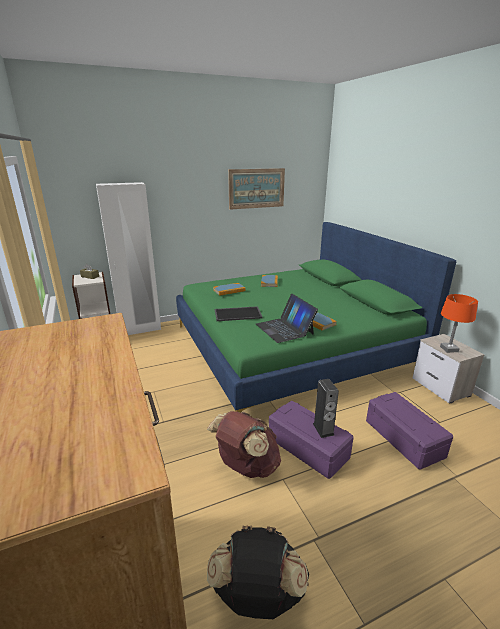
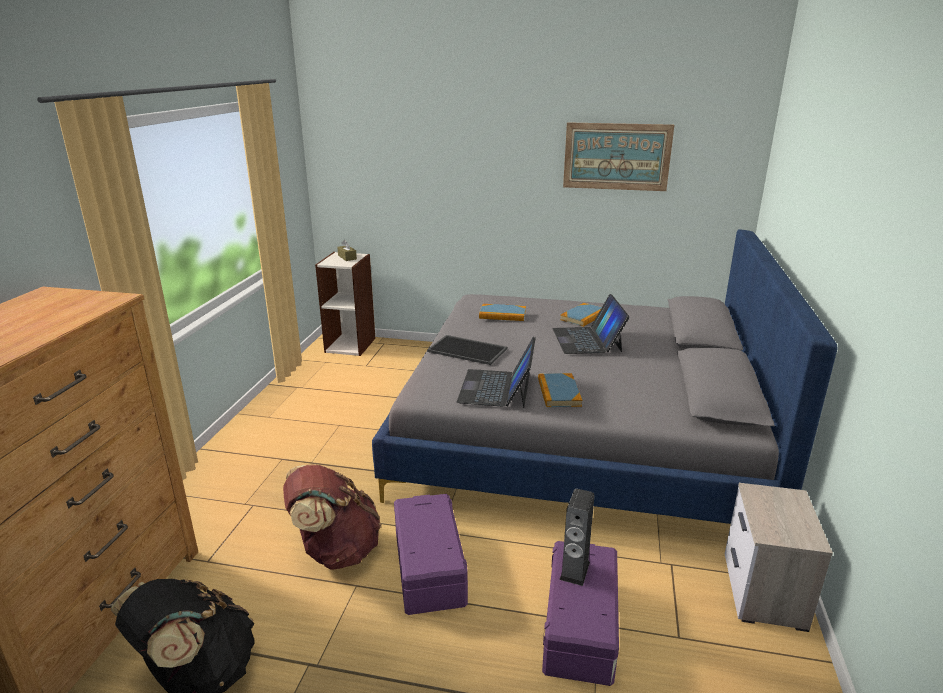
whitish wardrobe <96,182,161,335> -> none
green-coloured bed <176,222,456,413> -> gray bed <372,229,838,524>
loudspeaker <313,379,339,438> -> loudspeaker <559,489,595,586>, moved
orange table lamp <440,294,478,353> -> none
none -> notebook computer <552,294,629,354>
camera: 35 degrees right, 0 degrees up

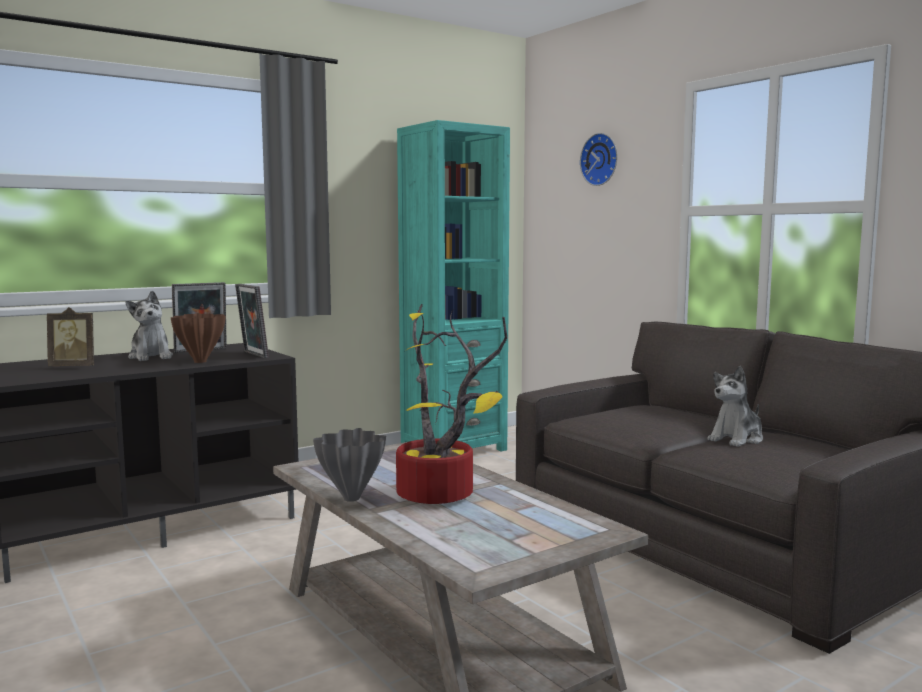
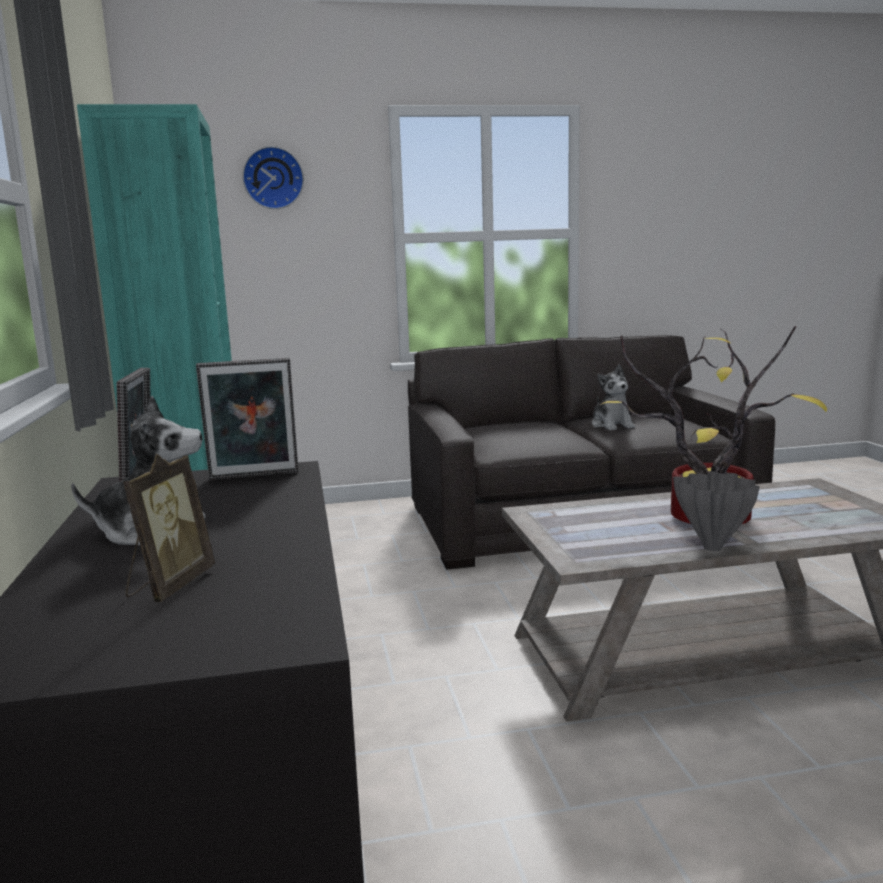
brown flower vase <171,313,226,363> -> none
camera: 65 degrees left, 5 degrees up

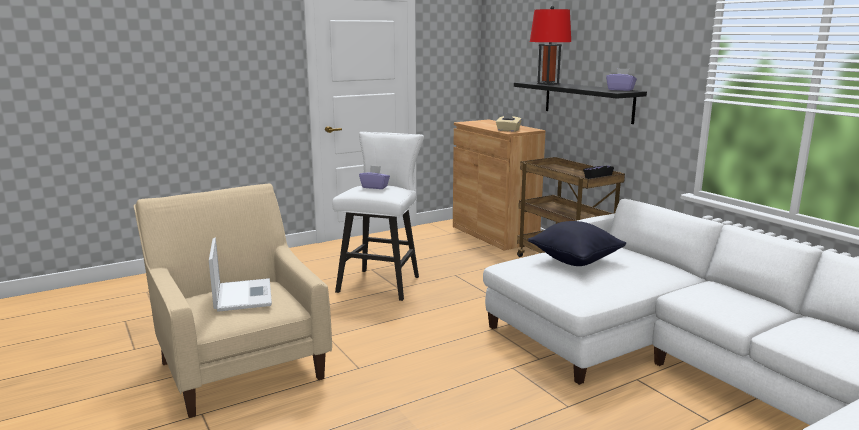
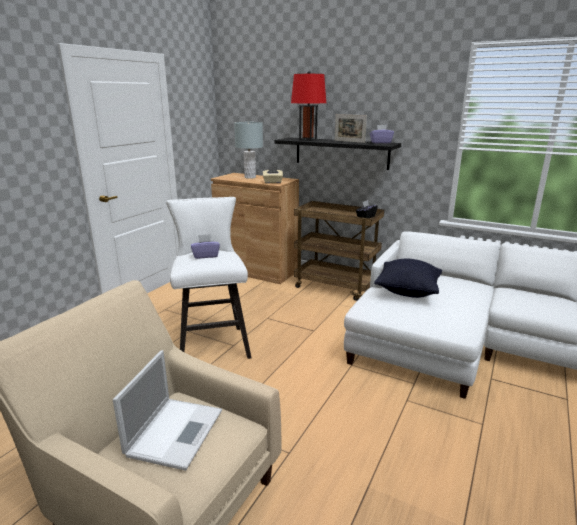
notebook computer <209,238,272,312> -> notebook computer <113,350,222,471>, 60 degrees clockwise
none -> gray table lamp <234,122,263,179>
none -> picture frame <335,114,367,143>
camera: 30 degrees left, 5 degrees up

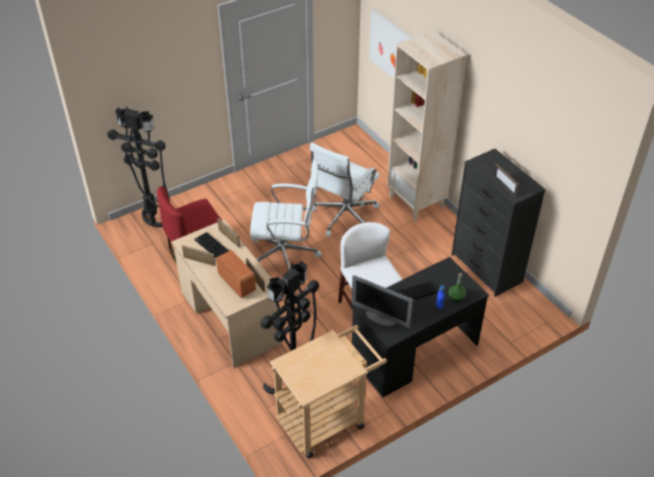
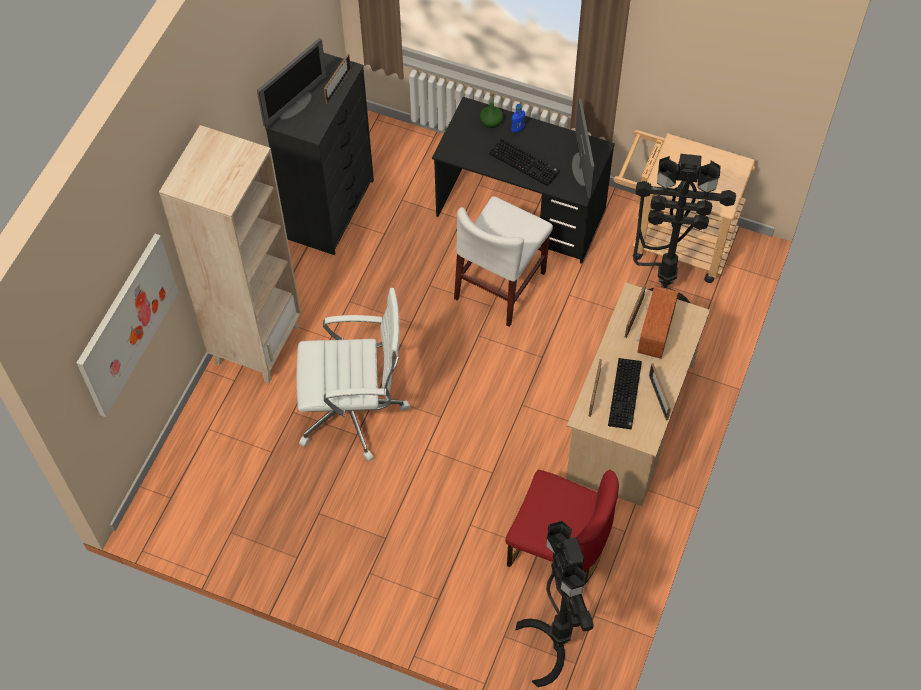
whitish computer chair <250,158,321,270> -> none
none -> monitor <257,38,327,128>
camera: 125 degrees left, 15 degrees up

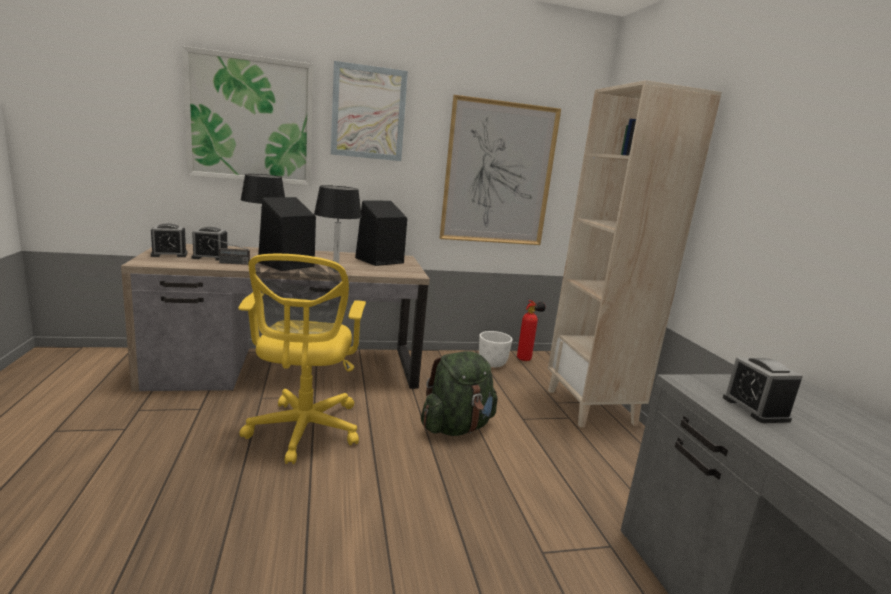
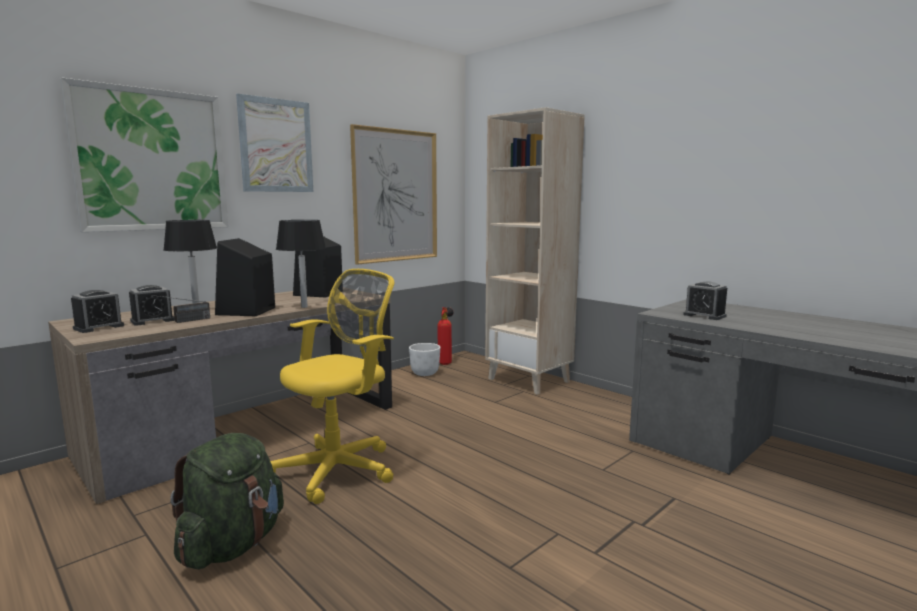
yellow computer chair <238,254,366,464> -> yellow computer chair <270,269,394,504>, 105 degrees counterclockwise
green-coloured knapsack <421,351,498,436> -> green-coloured knapsack <170,433,284,569>, moved
camera: 30 degrees left, 5 degrees down

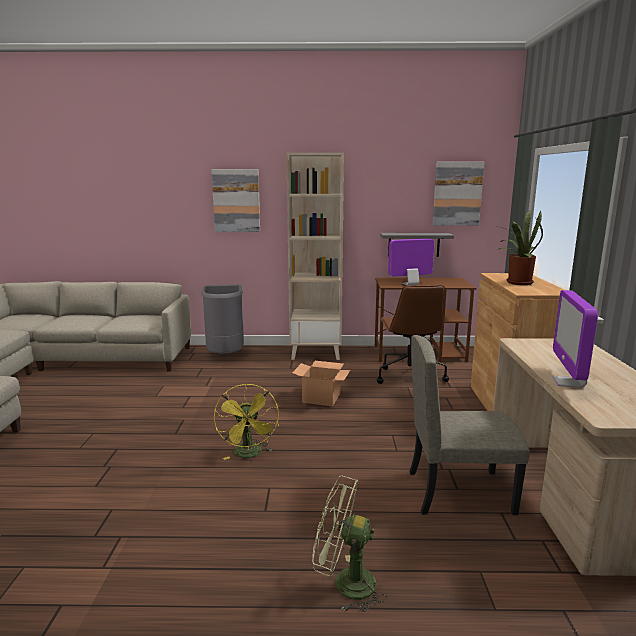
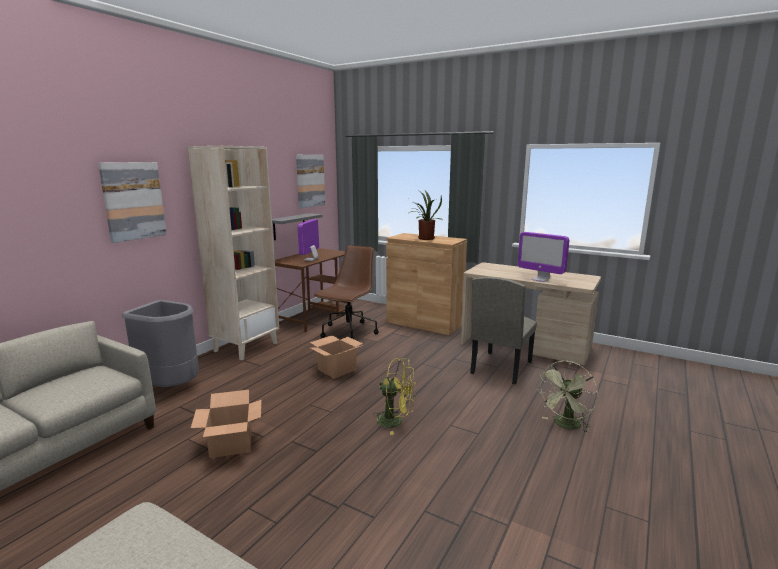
brown computer chair <377,285,449,384> -> brown computer chair <314,245,379,340>, 90 degrees counterclockwise
none -> packing box <191,390,262,458>
camera: 60 degrees left, 0 degrees up

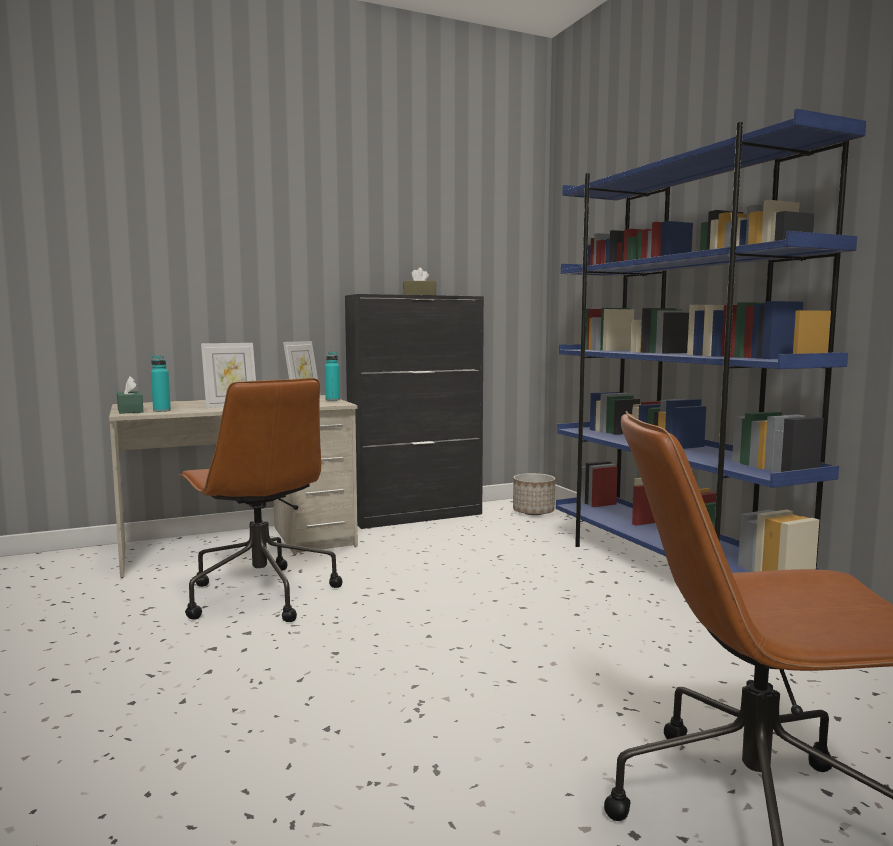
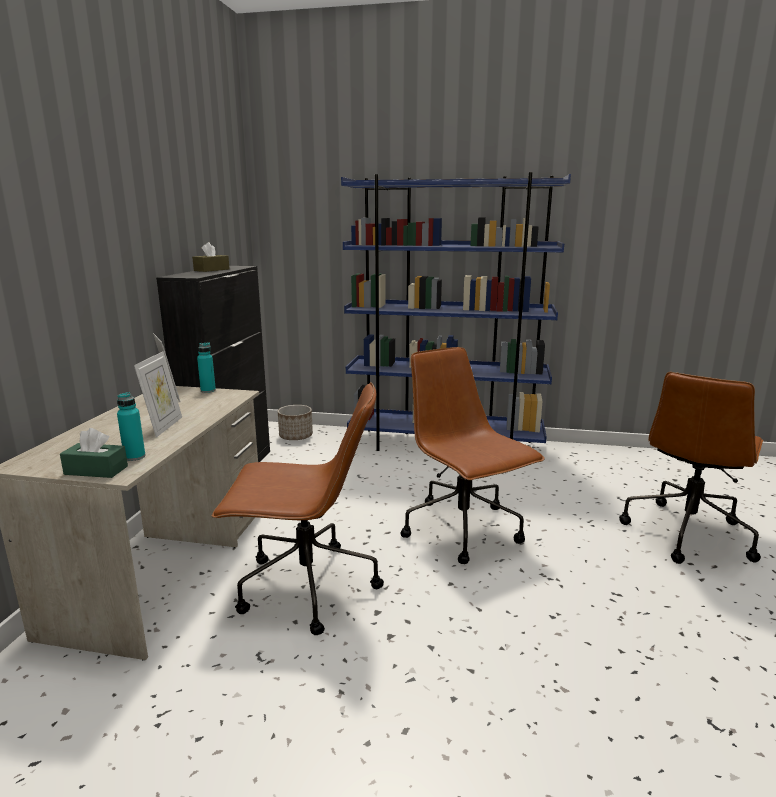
none -> brown computer chair <400,347,545,564>
camera: 55 degrees left, 10 degrees up

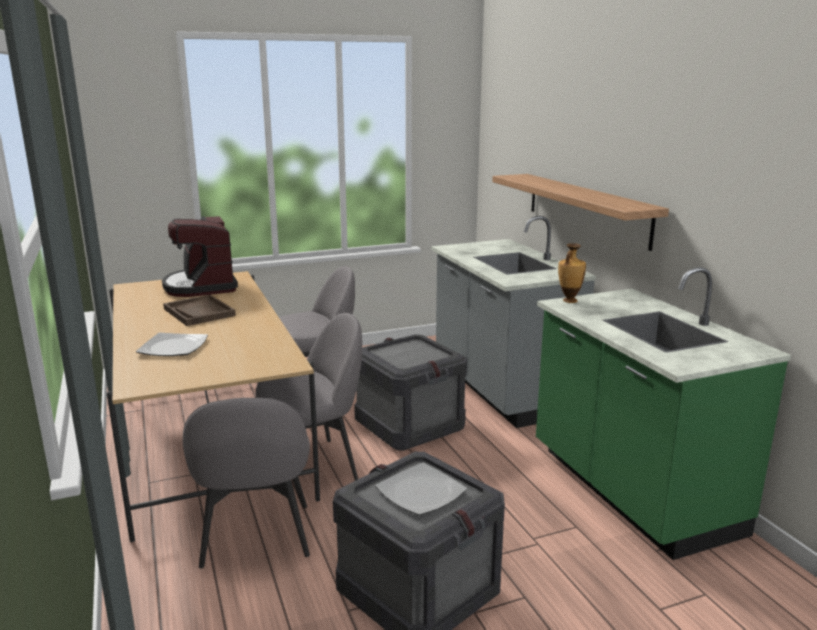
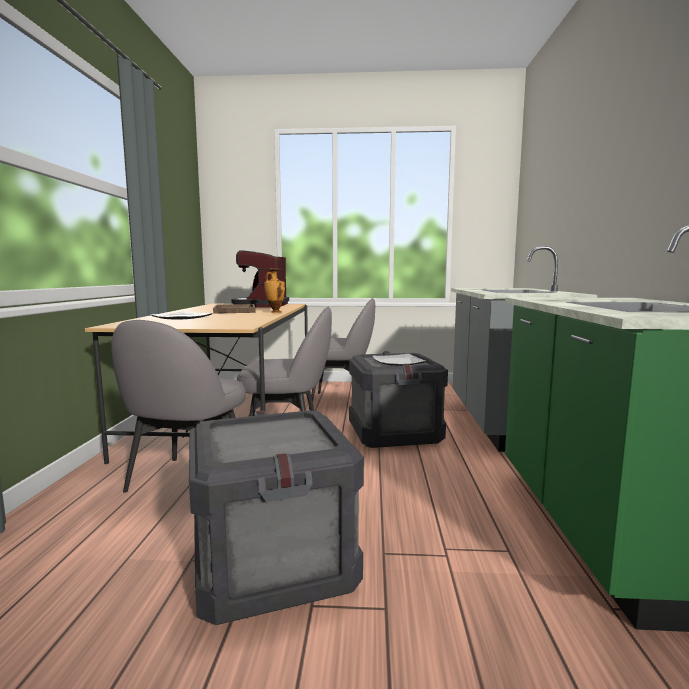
dinner plate <375,463,467,515> -> dinner plate <372,354,426,366>, moved
shelf <492,174,669,251> -> none
flower vase <558,243,586,303> -> flower vase <264,268,285,313>, moved
camera: 25 degrees right, 10 degrees down

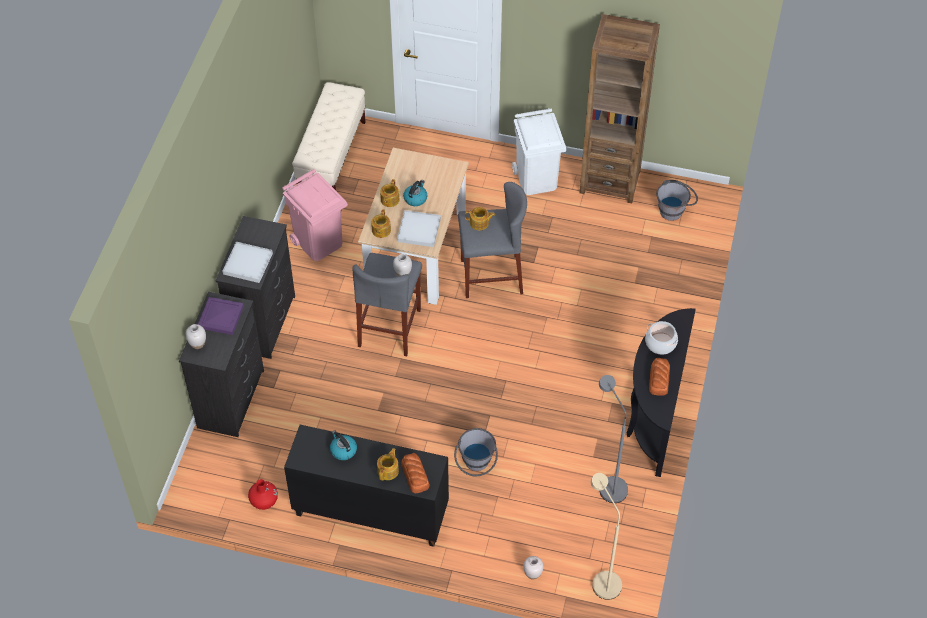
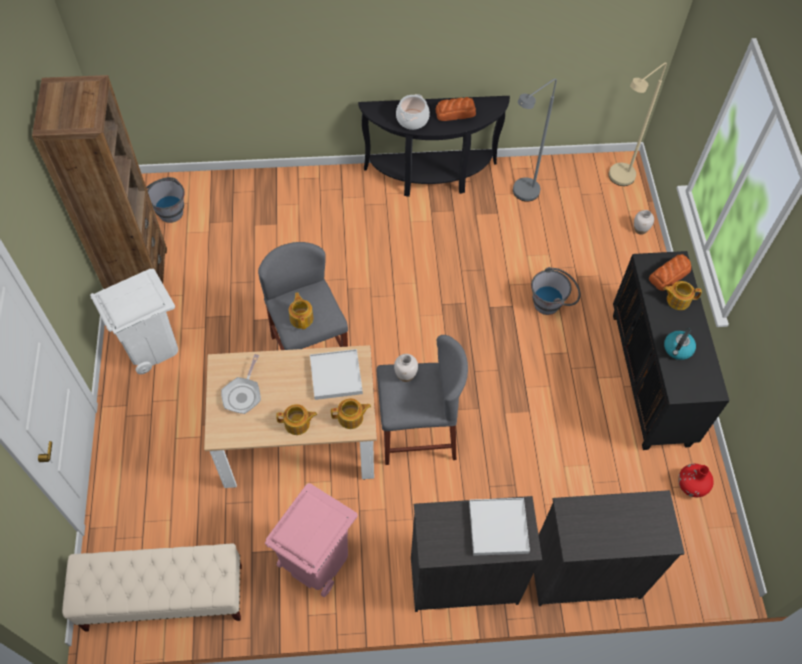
whitish flower vase <186,324,206,349> -> none
purple-coloured tray <198,297,244,335> -> none
kettle <403,180,427,206> -> none
none -> skillet <221,354,261,414>
camera: 110 degrees left, 5 degrees up

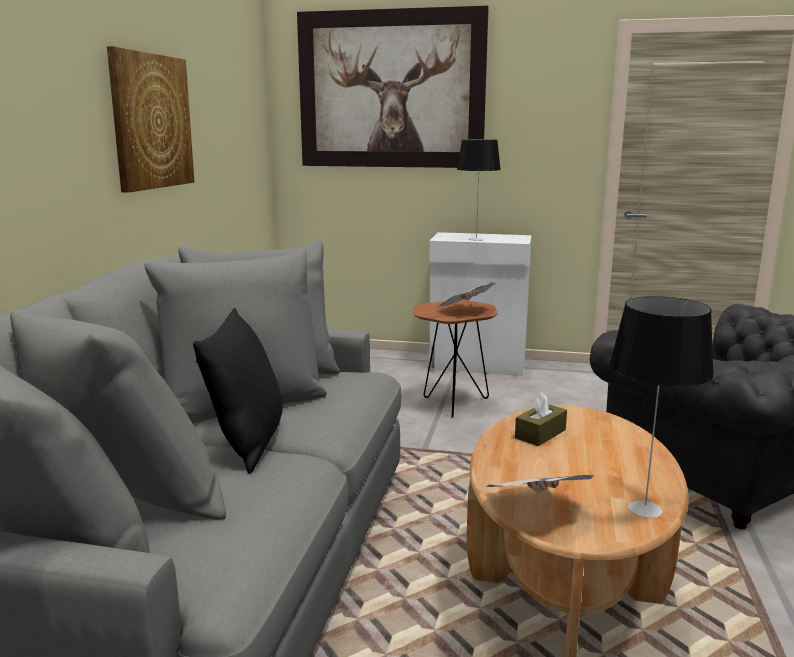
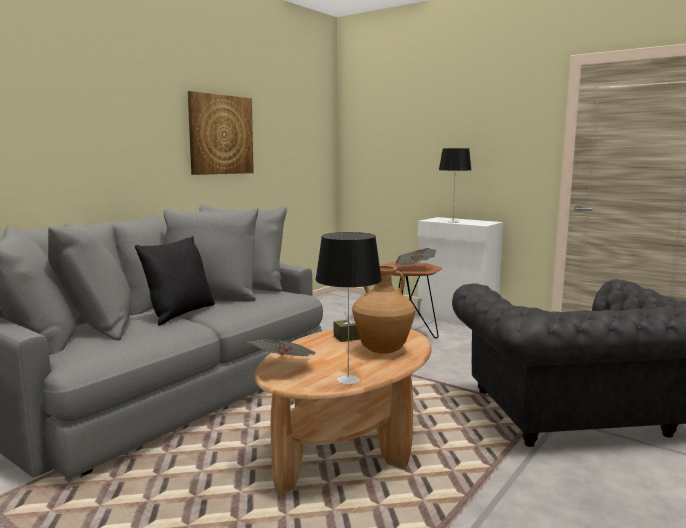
picture <297,6,489,168> -> none
none -> brown flower vase <352,266,416,353>
camera: 25 degrees right, 5 degrees down

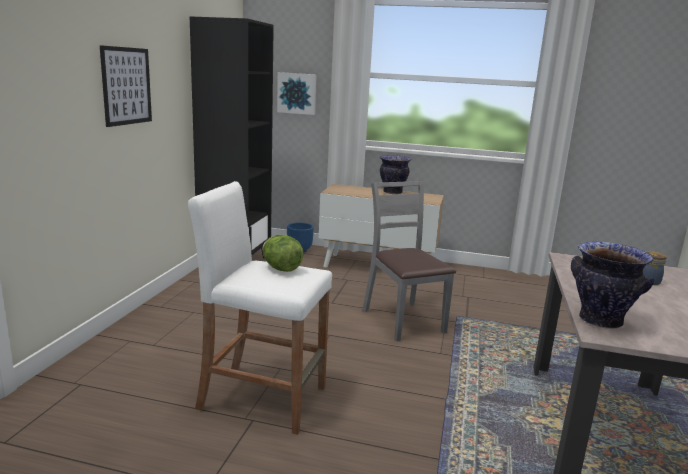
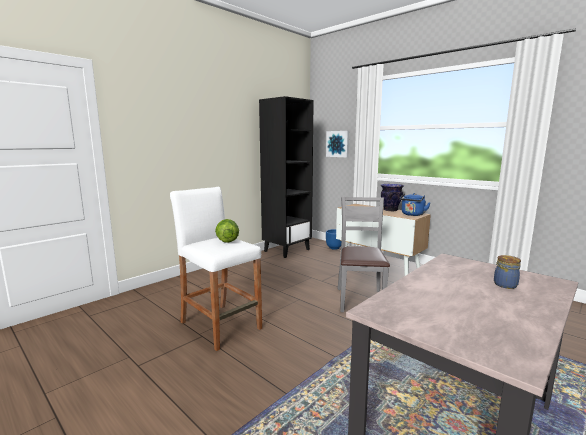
picture <100,45,152,127> -> none
flower vase <571,242,654,329> -> none
none -> blue-coloured kettle <400,193,431,216>
camera: 30 degrees right, 5 degrees down

